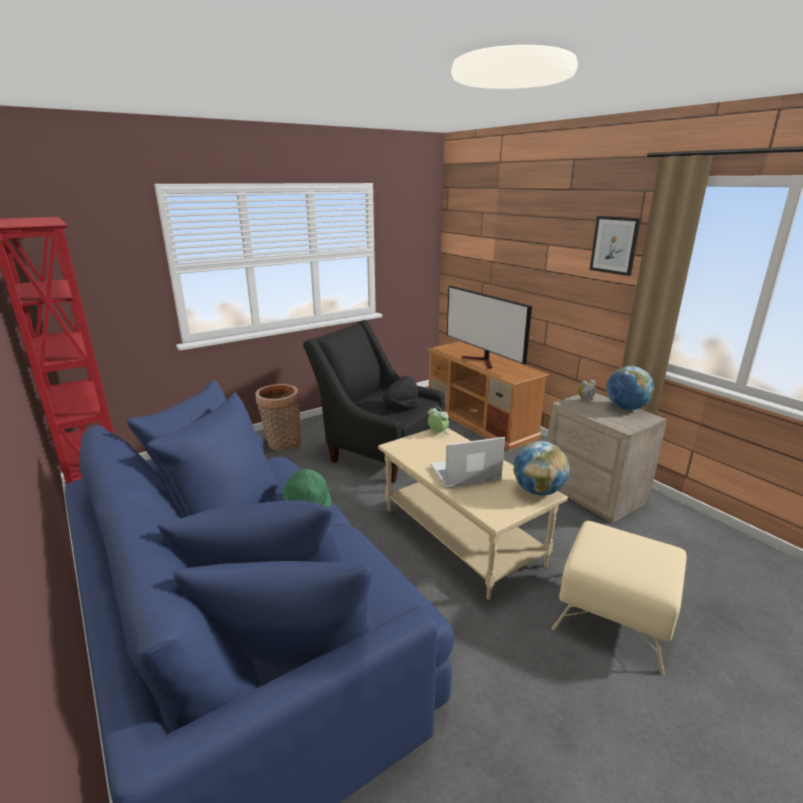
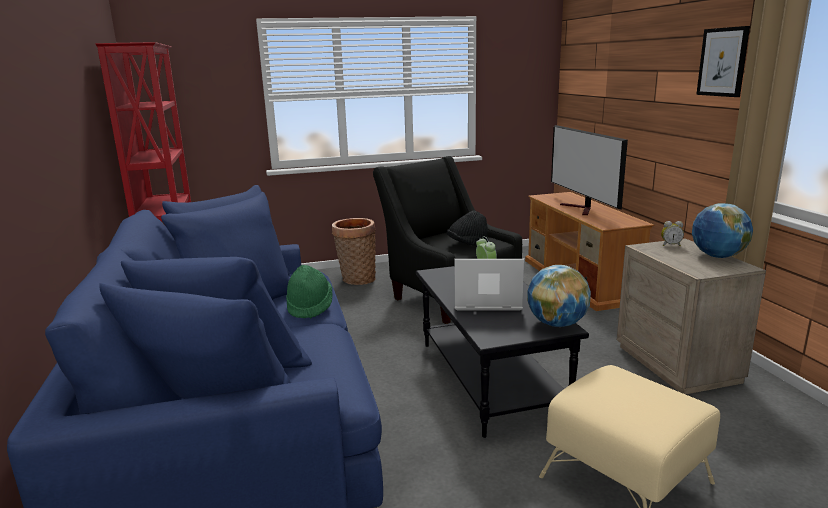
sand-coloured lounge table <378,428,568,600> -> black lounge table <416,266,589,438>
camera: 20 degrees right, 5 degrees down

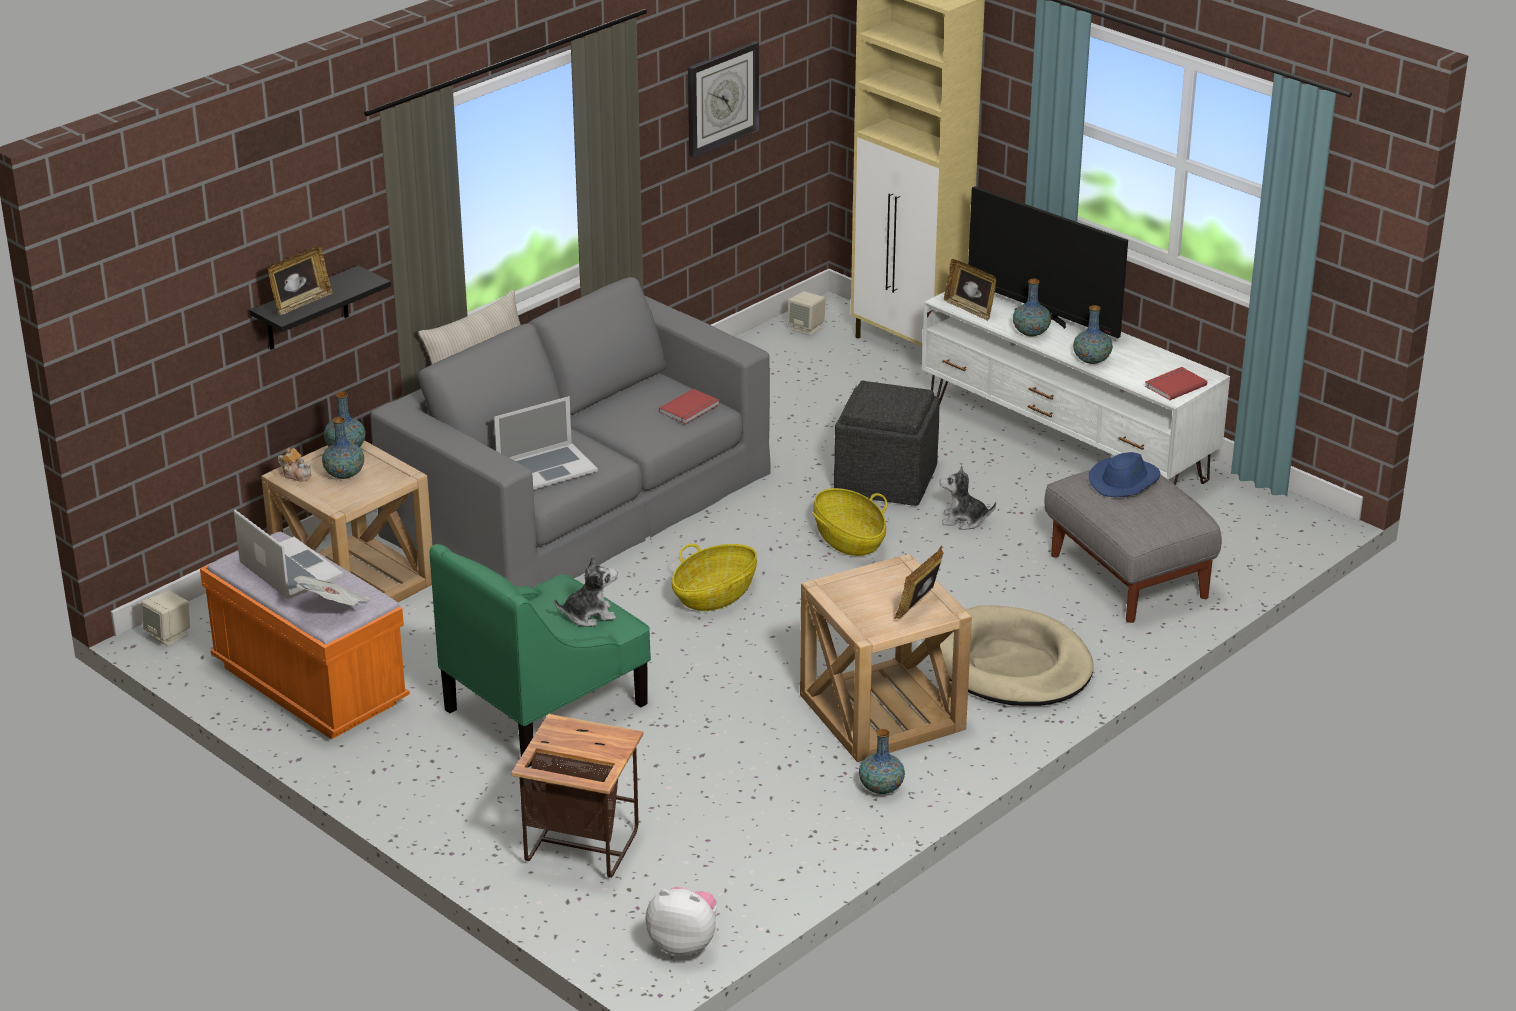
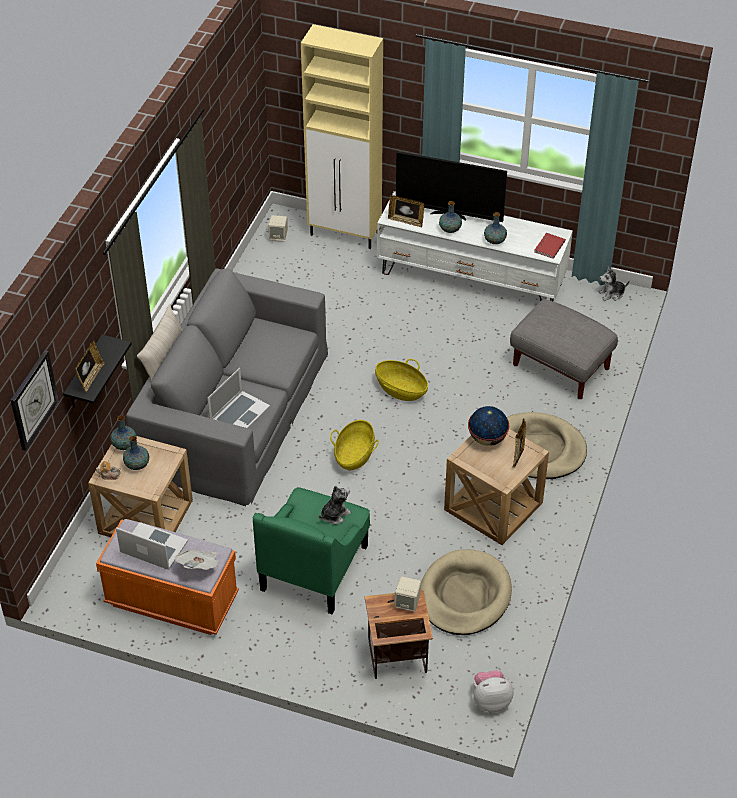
sand-coloured loudspeaker <141,591,190,646> -> sand-coloured loudspeaker <394,576,421,612>, moved
reddish book <659,389,720,424> -> none
clock on the wall <688,41,759,157> -> clock on the wall <10,350,59,451>, moved
gray footrest <834,381,940,506> -> none
flower vase <859,729,905,794> -> none
cuddly toy <940,466,996,530> -> cuddly toy <598,266,629,301>, moved
blue-coloured hat <1089,452,1161,497> -> none
none -> sand-coloured dog bed <421,549,512,635>
none -> world globe <468,406,509,446>
camera: 25 degrees left, 15 degrees up

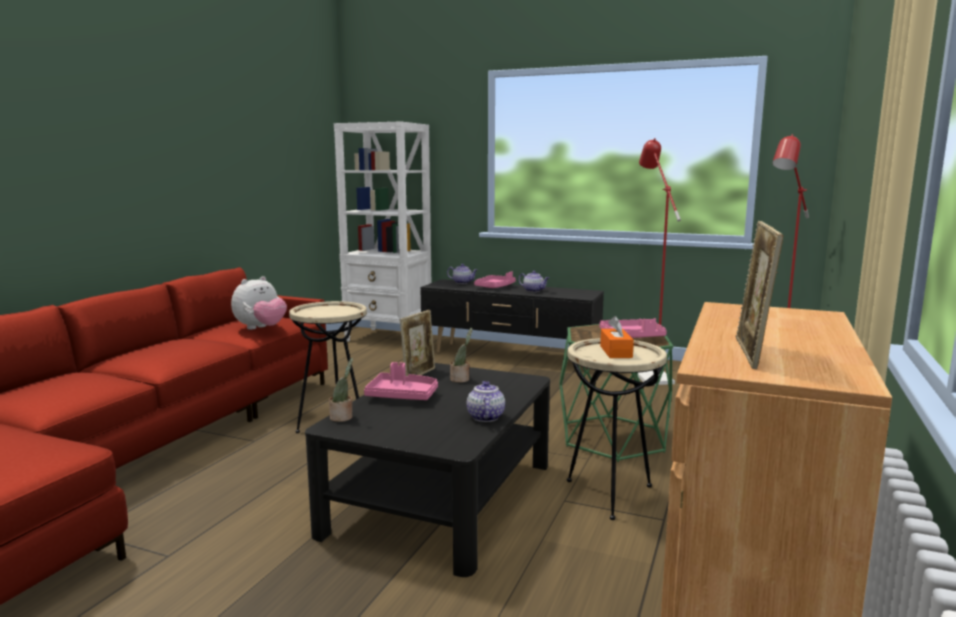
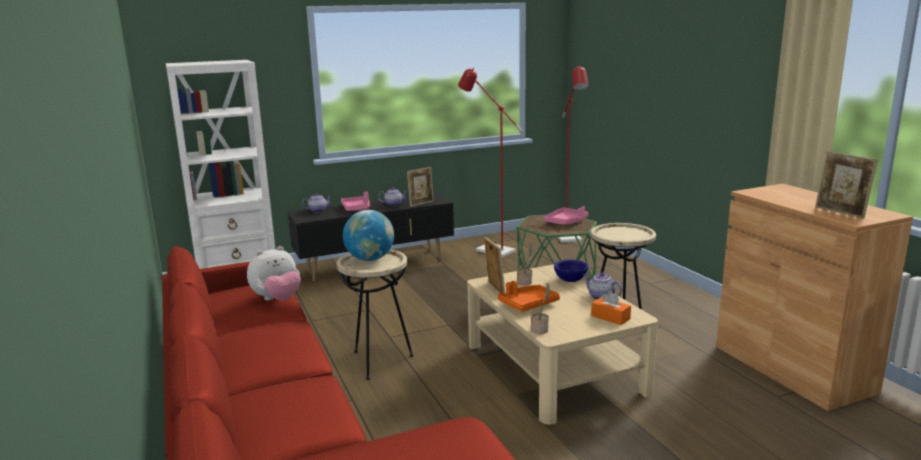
cuddly toy <231,276,287,330> -> cuddly toy <247,246,301,301>, 60 degrees clockwise
black lounge table <305,363,550,577> -> sand-coloured lounge table <467,264,658,425>
pink-coloured tray <364,362,438,400> -> orange tray <498,281,560,312>
orange tissue holder <600,316,634,358> -> orange tissue holder <591,291,631,325>, moved
none -> world globe <343,210,394,261>
none -> picture frame <407,167,434,207>
none -> blue-coloured deep dish <554,260,588,282>
camera: 45 degrees left, 5 degrees up

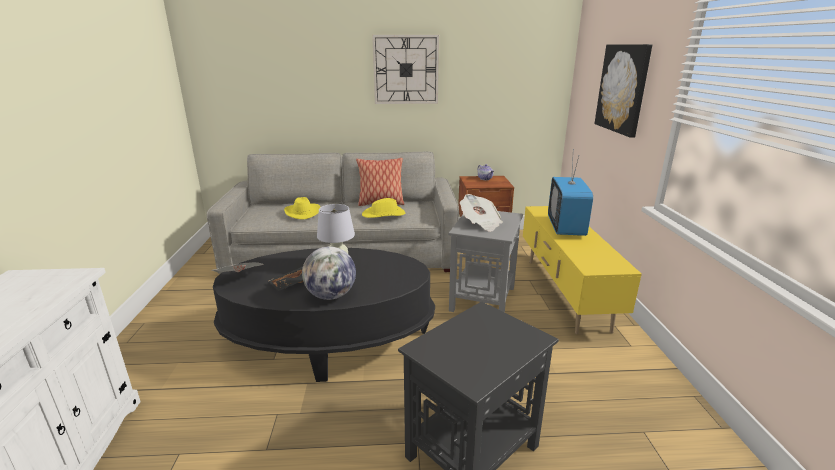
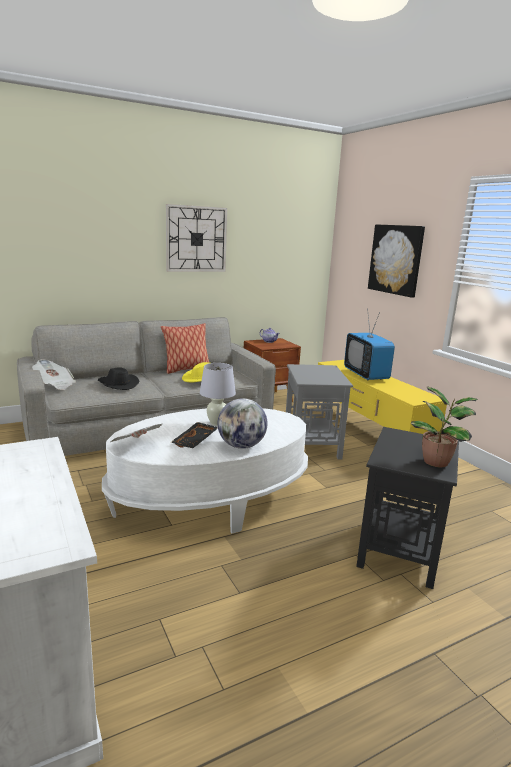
black lounge table <213,248,435,382> -> whitish lounge table <102,408,308,533>
yellow hat <284,197,320,219> -> black hat <98,367,139,390>
newspaper <460,194,503,232> -> newspaper <32,359,76,390>, moved
none -> houseplant <411,386,478,467>
camera: 25 degrees left, 5 degrees down

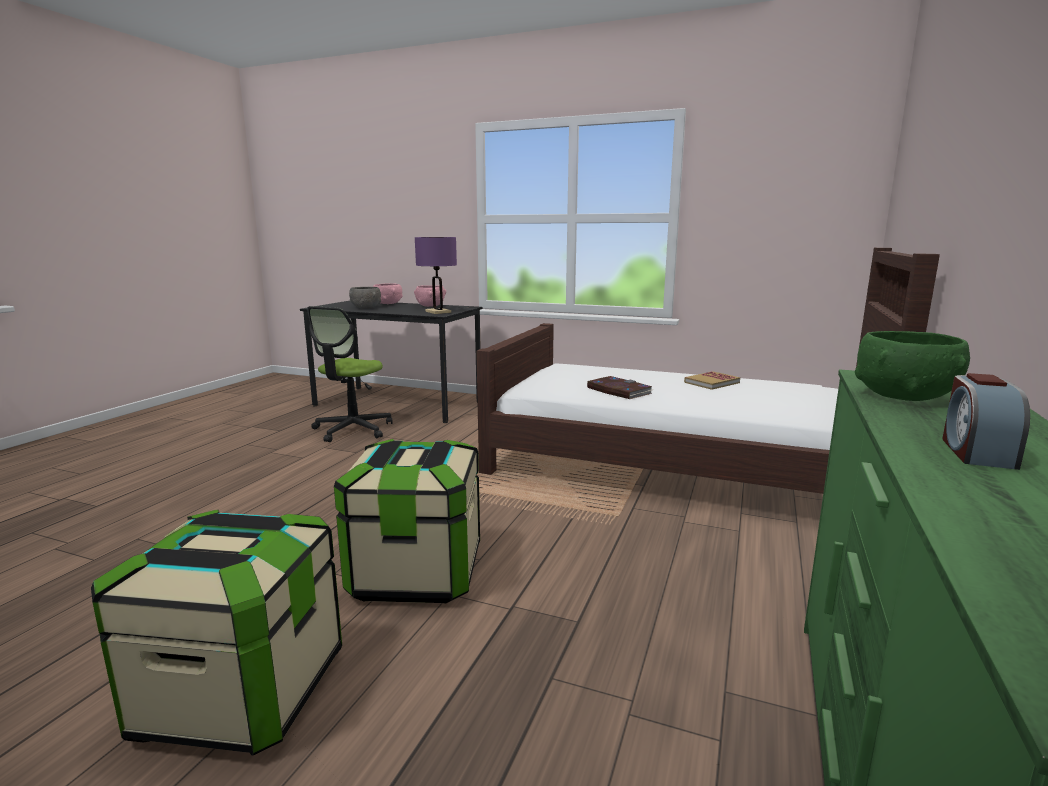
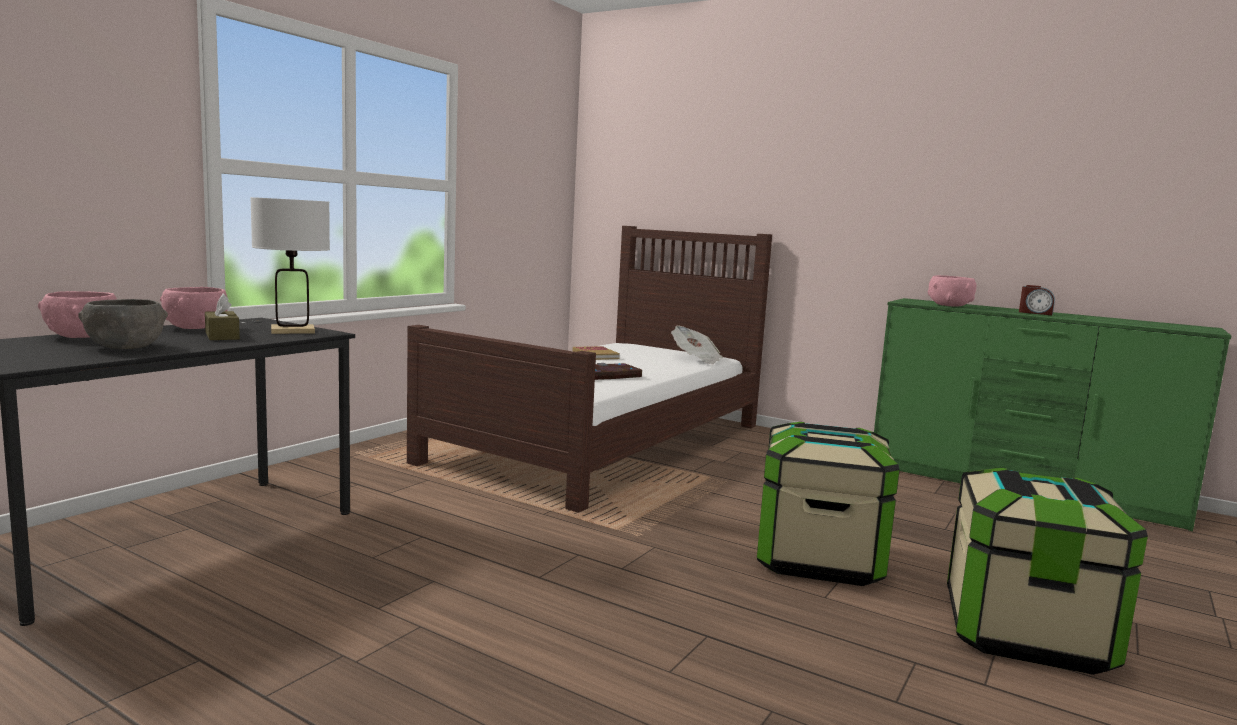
computer chair <307,306,393,442> -> none
purple-coloured table lamp <415,237,457,314> -> whitish table lamp <250,197,330,334>
green-coloured deep dish <855,331,970,401> -> pink-coloured deep dish <927,275,976,307>
none -> brown tissue holder <205,294,240,340>
none -> newspaper <671,326,723,364>
camera: 80 degrees left, 5 degrees down

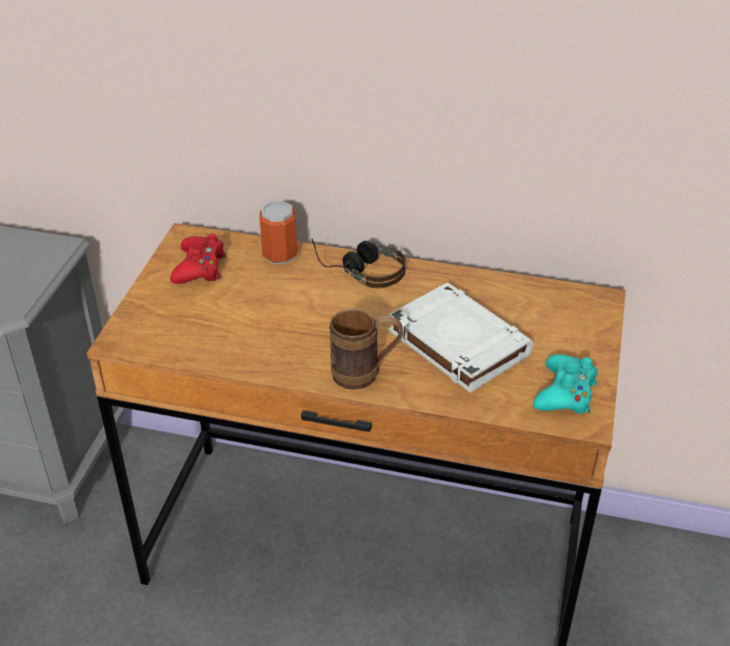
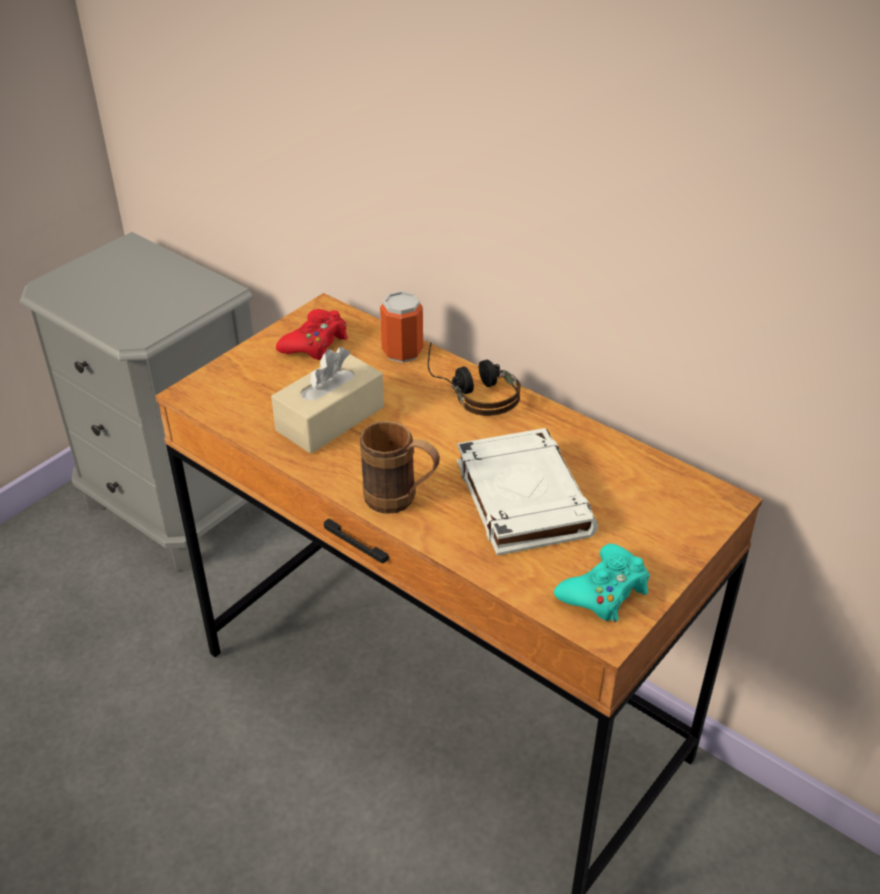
none -> sand-coloured tissue holder <271,347,384,454>
camera: 25 degrees right, 0 degrees up

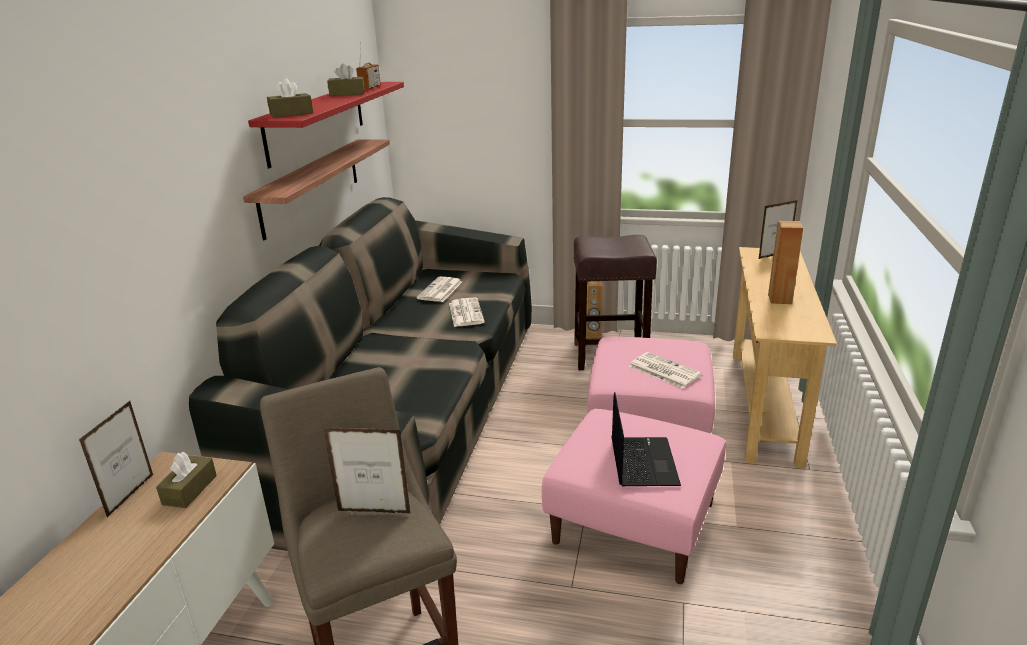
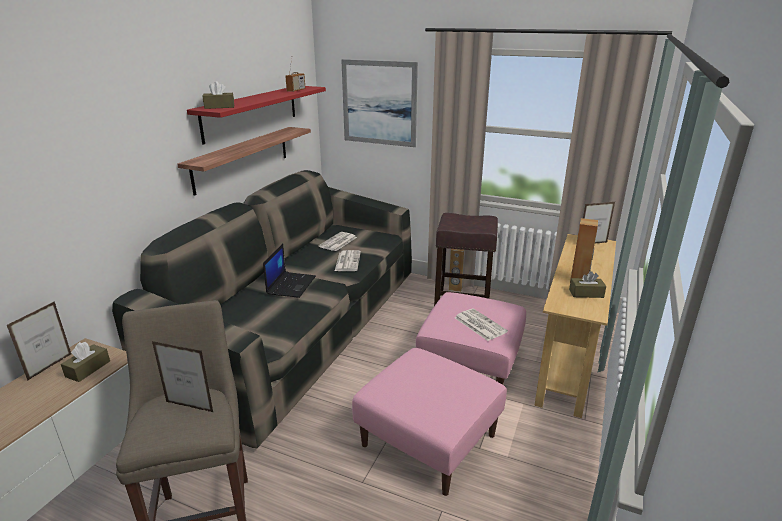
brown tissue holder <327,64,365,96> -> brown tissue holder <569,271,606,298>, moved
notebook computer <612,392,681,486> -> notebook computer <263,243,316,298>, moved
none -> picture <341,59,418,147>
camera: 10 degrees right, 0 degrees up

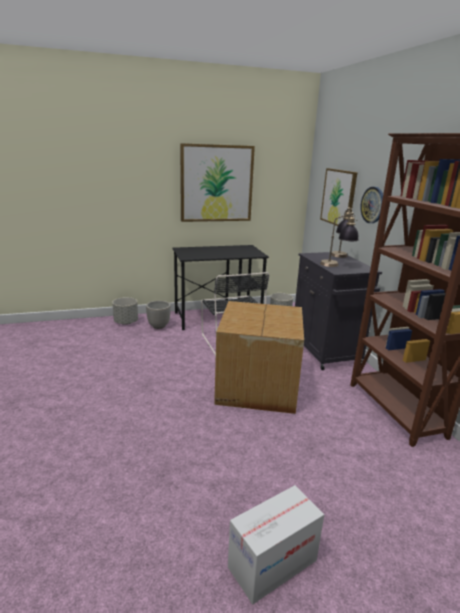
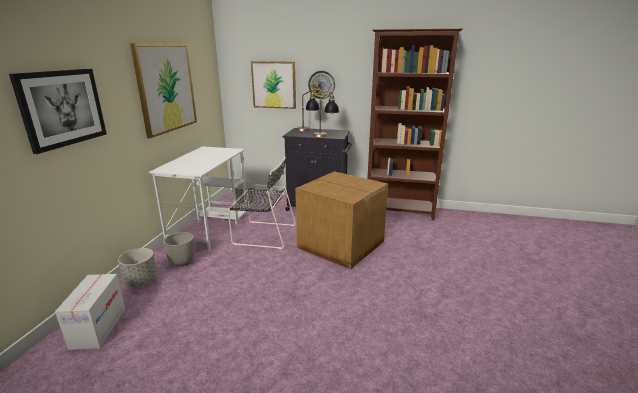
black desk <172,245,269,330> -> whitish desk <149,146,248,252>
packing box <228,485,324,604> -> packing box <55,274,125,350>, moved
none -> picture <9,69,107,154>
camera: 60 degrees left, 0 degrees up

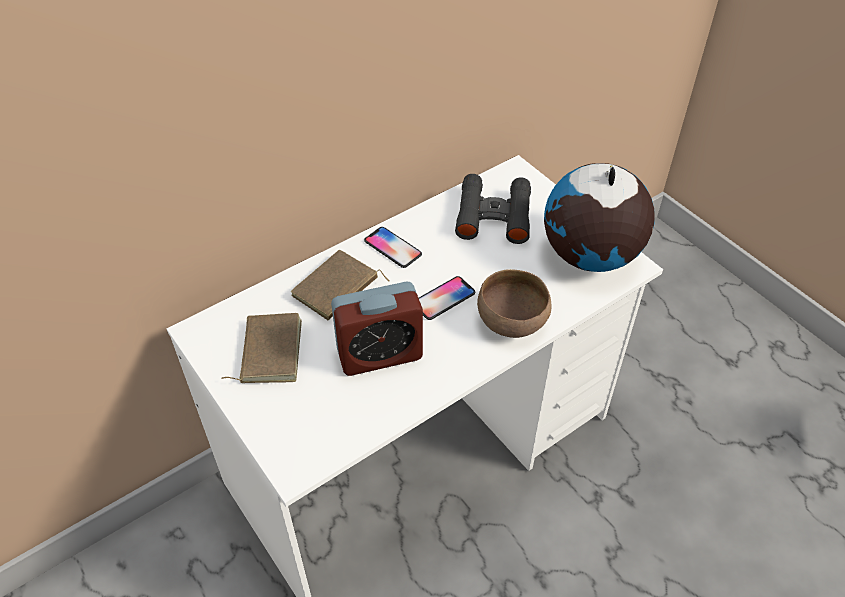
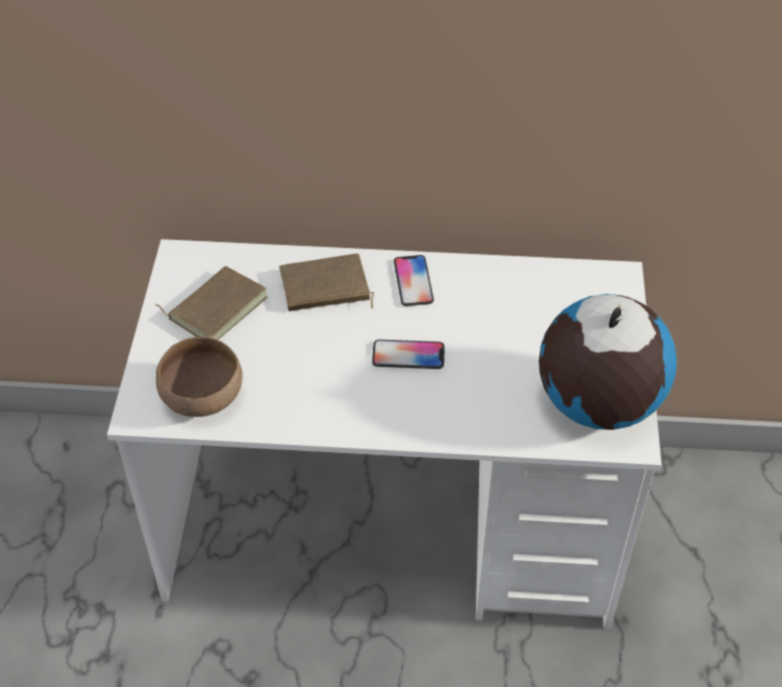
table clock <331,282,423,376> -> none
black pair of binoculars <455,174,531,244> -> none
brown deep dish <477,269,551,338> -> brown deep dish <156,337,243,417>, moved
camera: 40 degrees right, 0 degrees up

